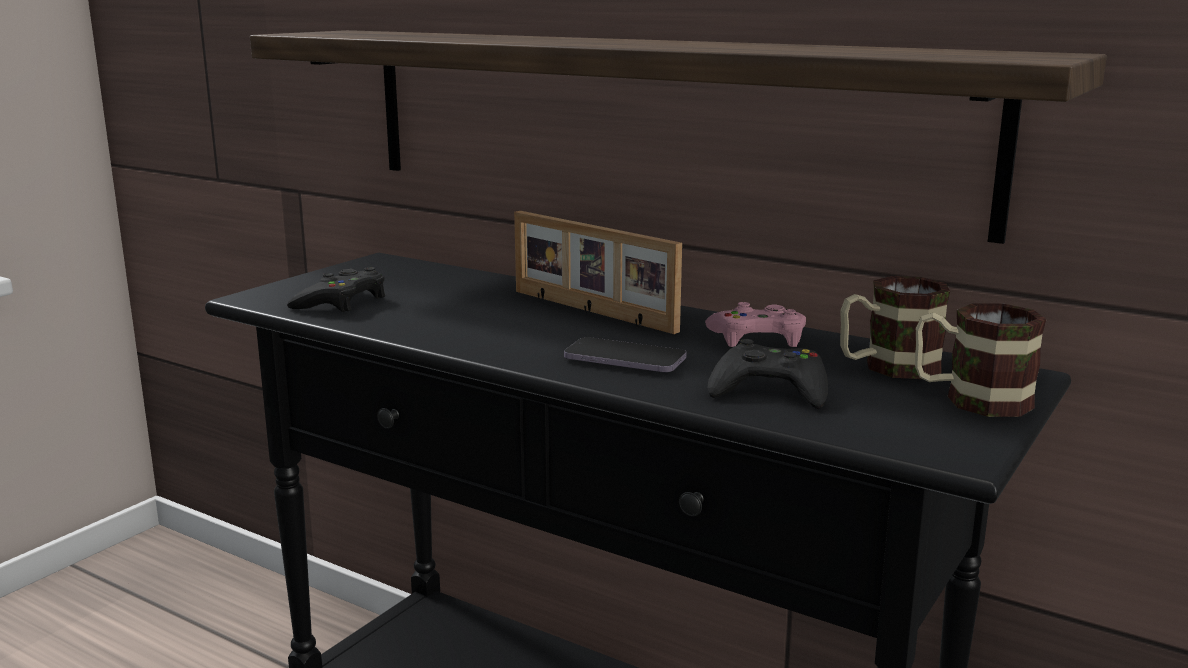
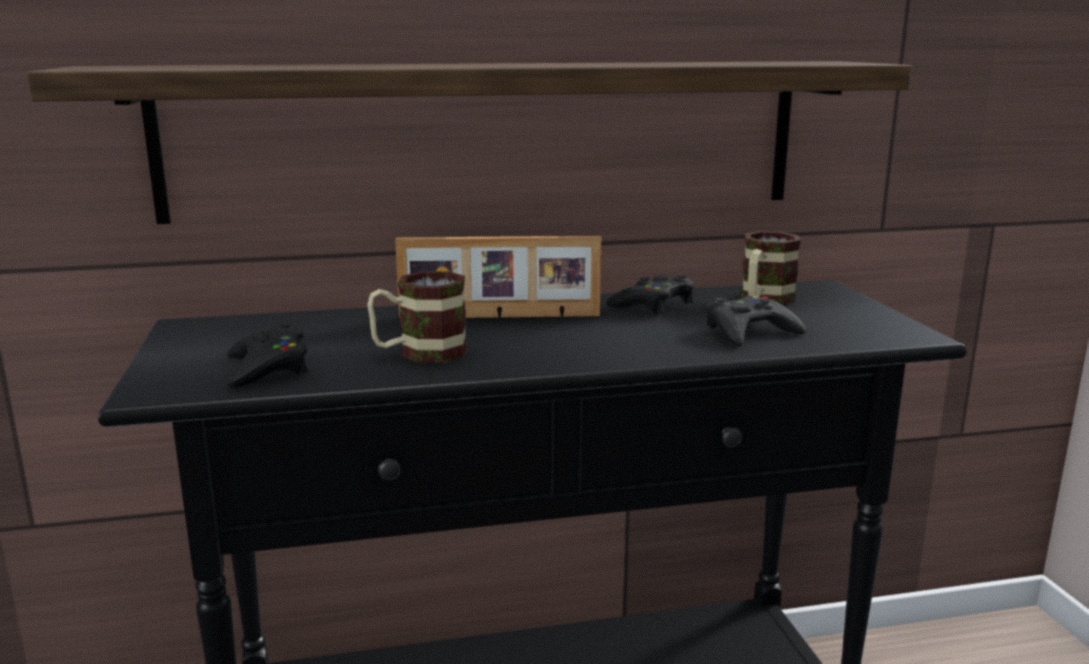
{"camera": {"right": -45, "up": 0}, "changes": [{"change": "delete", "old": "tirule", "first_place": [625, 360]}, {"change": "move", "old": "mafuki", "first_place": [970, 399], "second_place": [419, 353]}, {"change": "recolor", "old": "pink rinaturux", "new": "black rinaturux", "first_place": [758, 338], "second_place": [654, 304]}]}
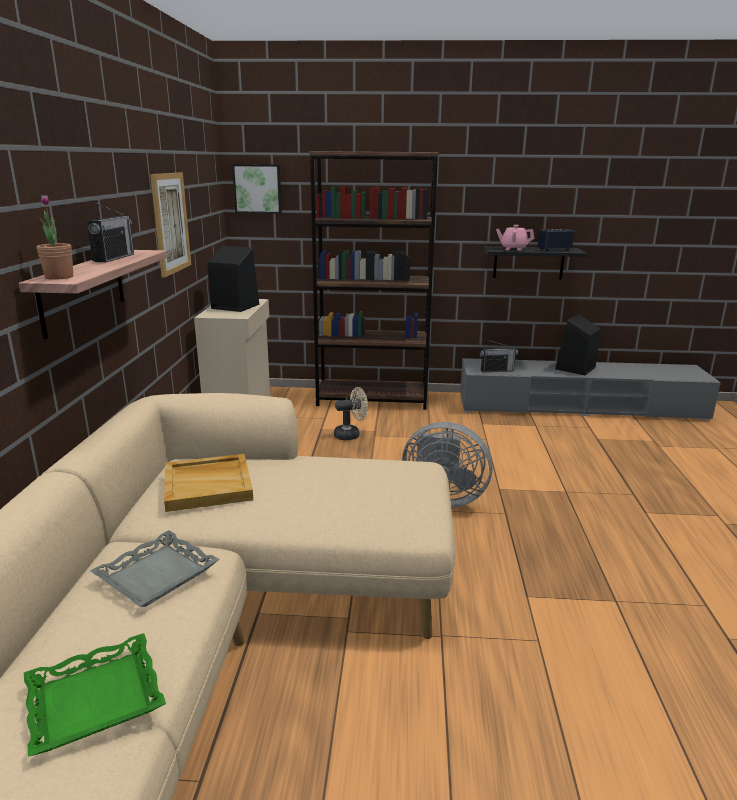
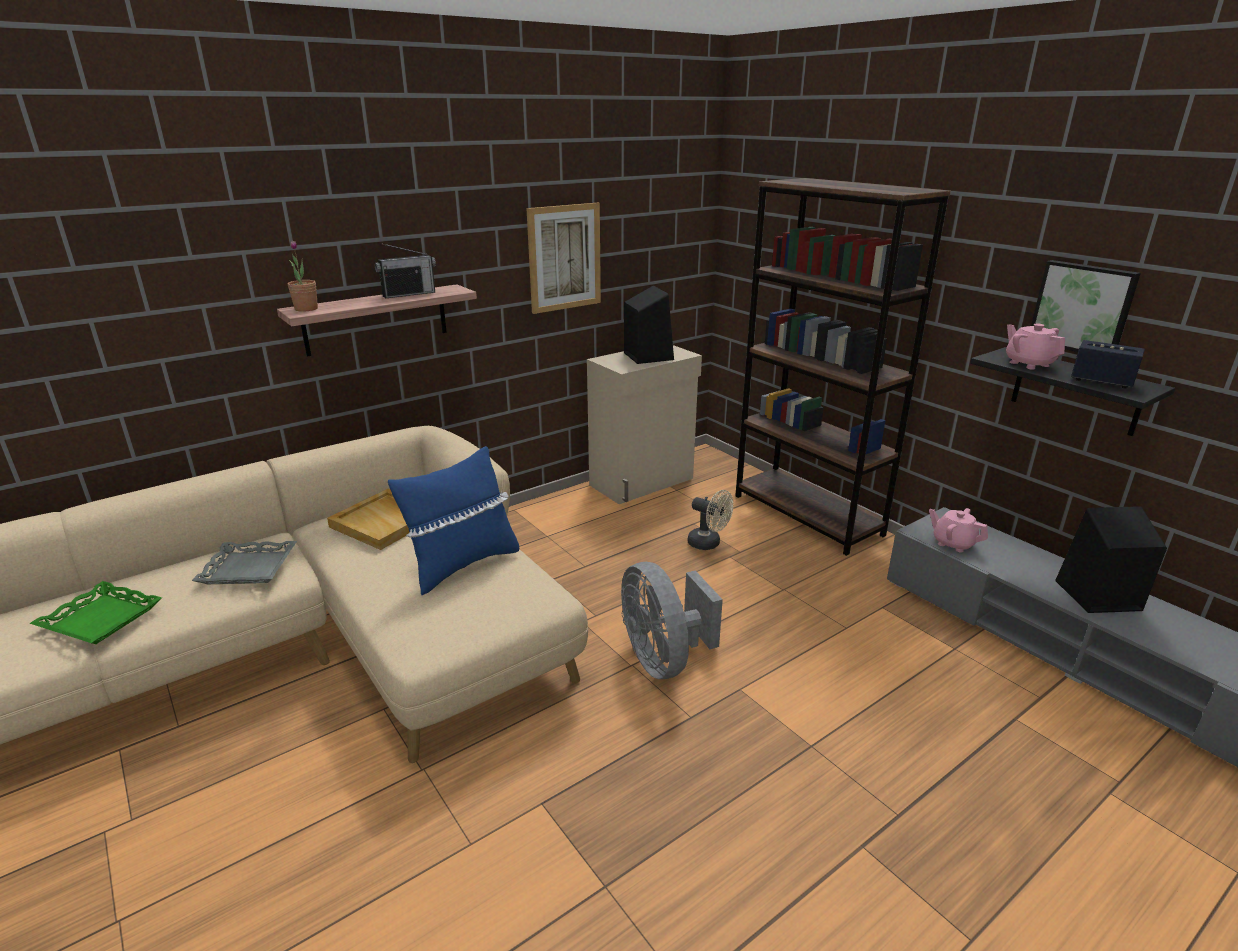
{"camera": {"right": 50, "up": 5}, "changes": [{"change": "insert", "new": "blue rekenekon", "second_place": [462, 565]}, {"change": "move", "old": "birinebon", "first_place": [258, 189], "second_place": [1083, 308]}, {"change": "replace", "old": "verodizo", "new": "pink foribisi", "first_place": [497, 370], "second_place": [953, 543]}]}
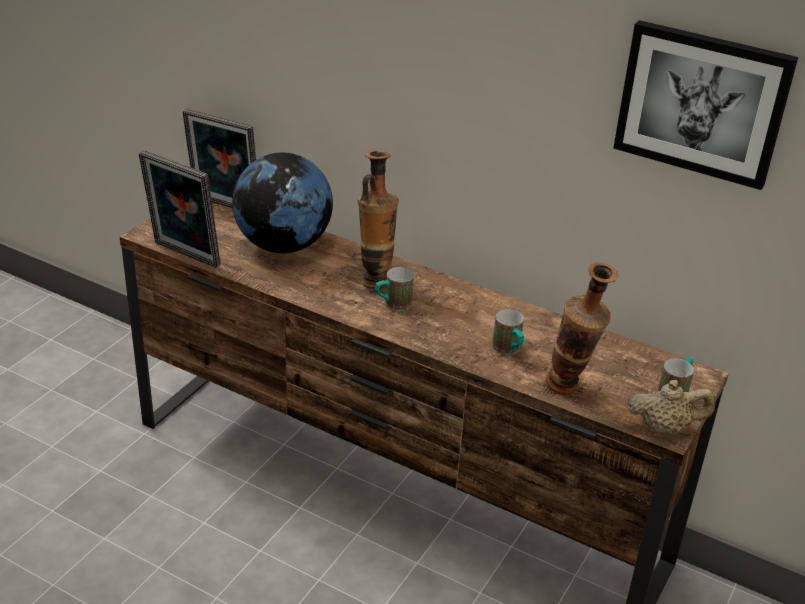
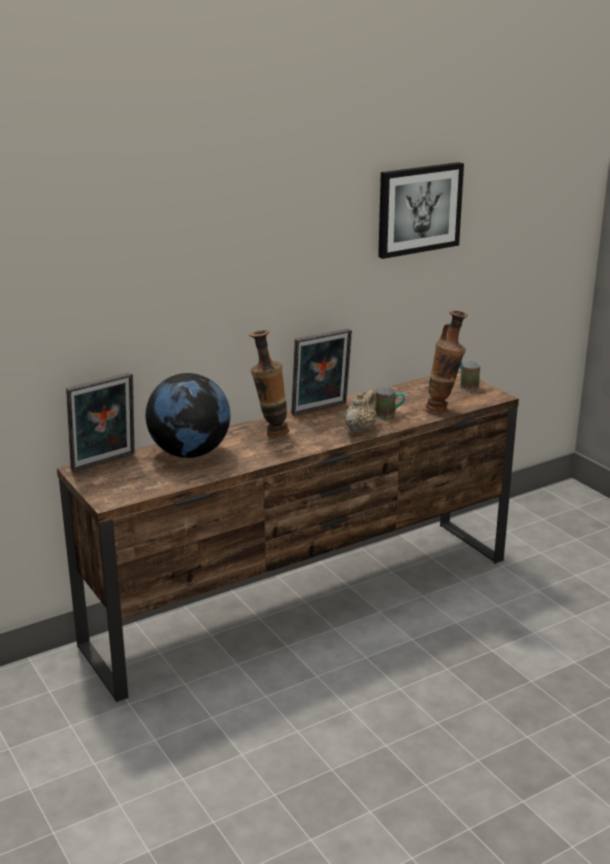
{"camera": {"right": -60, "up": -10}, "changes": [{"change": "delete", "old": "mafuki", "first_place": [392, 304]}, {"change": "move", "old": "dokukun", "first_place": [184, 256], "second_place": [321, 410]}, {"change": "move", "old": "beige foribisi", "first_place": [665, 428], "second_place": [360, 429]}]}
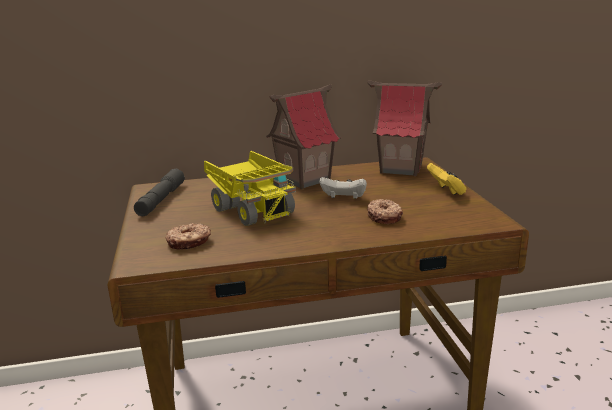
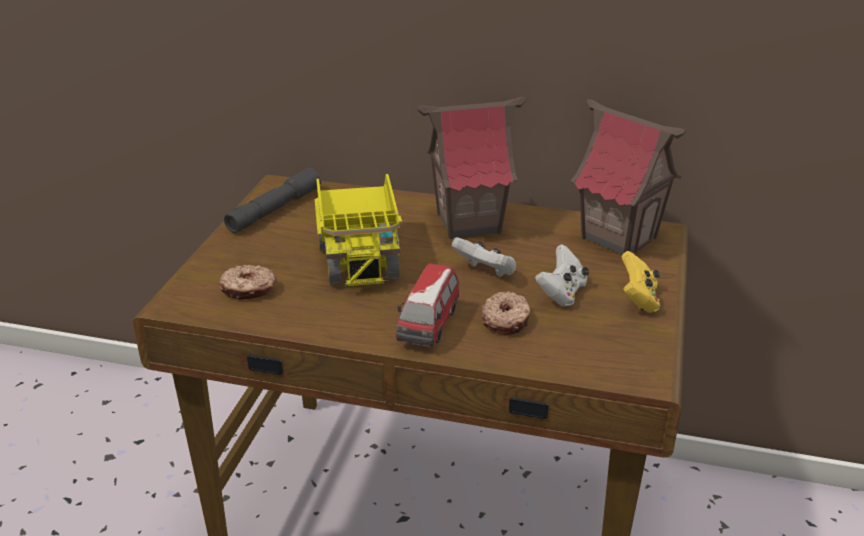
{"camera": {"right": 25, "up": 10}, "changes": [{"change": "insert", "new": "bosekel", "second_place": [429, 326]}, {"change": "insert", "new": "white rinaturux", "second_place": [562, 293]}]}
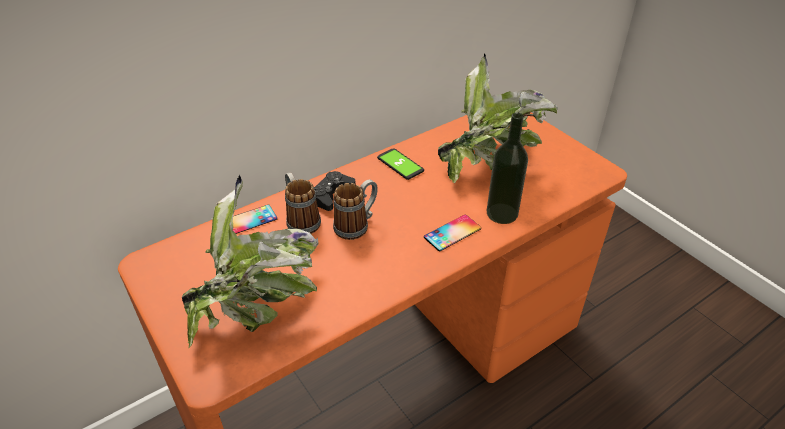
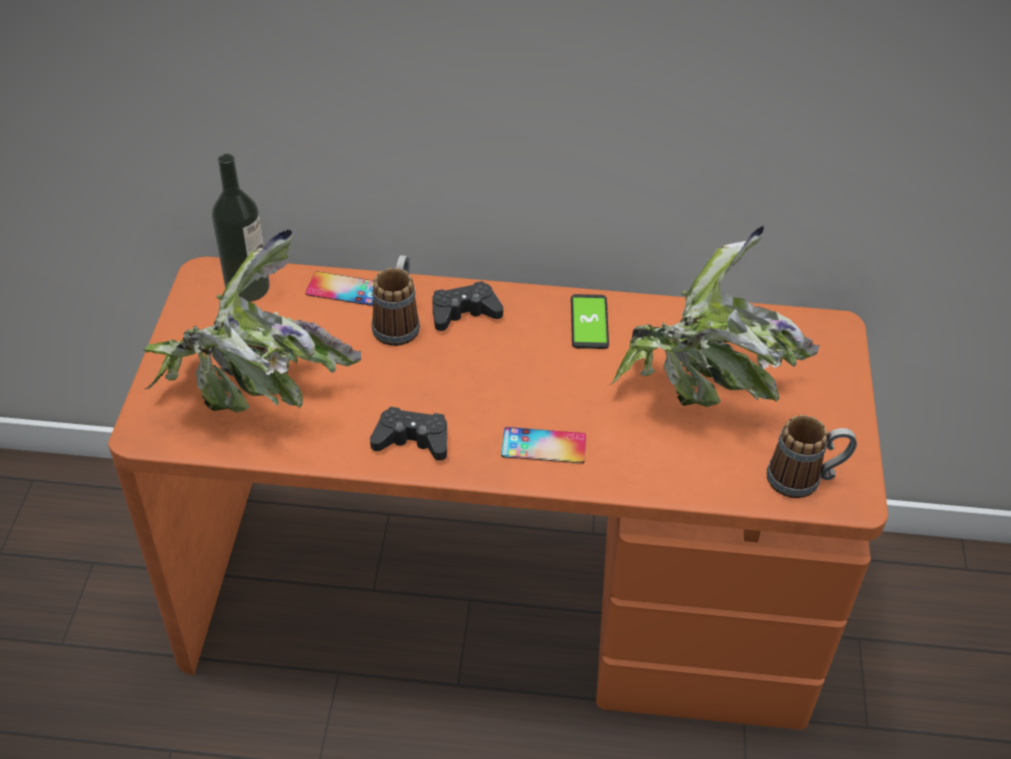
{"camera": {"right": 40, "up": 5}, "changes": [{"change": "insert", "new": "black rinaturux", "second_place": [412, 440]}, {"change": "move", "old": "mafuki", "first_place": [357, 225], "second_place": [804, 479]}, {"change": "move", "old": "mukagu", "first_place": [502, 213], "second_place": [247, 287]}]}
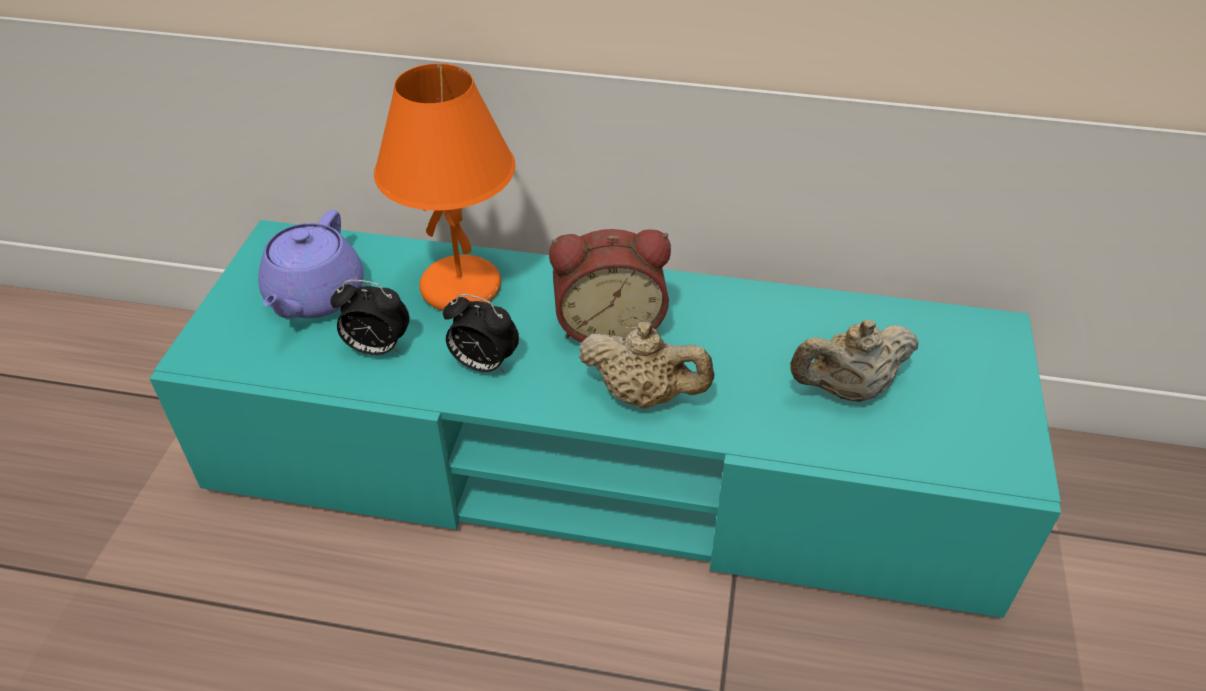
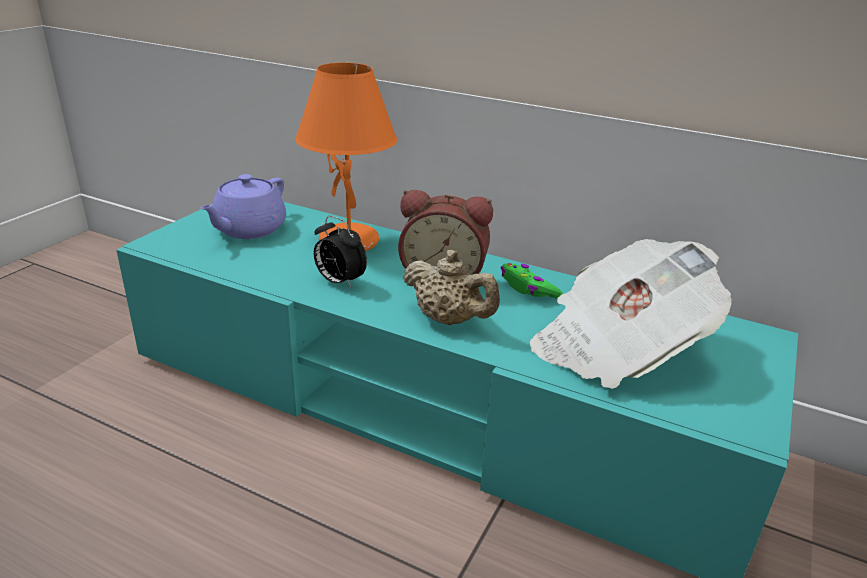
{"camera": {"right": 15, "up": -15}, "changes": [{"change": "delete", "old": "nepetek", "first_place": [376, 349]}, {"change": "insert", "new": "green rinaturux", "second_place": [528, 288]}, {"change": "replace", "old": "beige foribisi", "new": "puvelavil", "first_place": [847, 389], "second_place": [616, 348]}]}
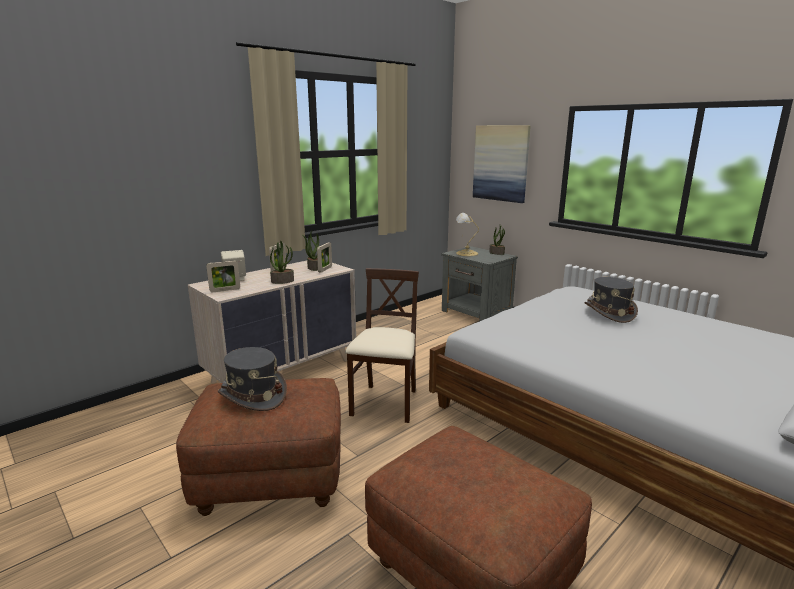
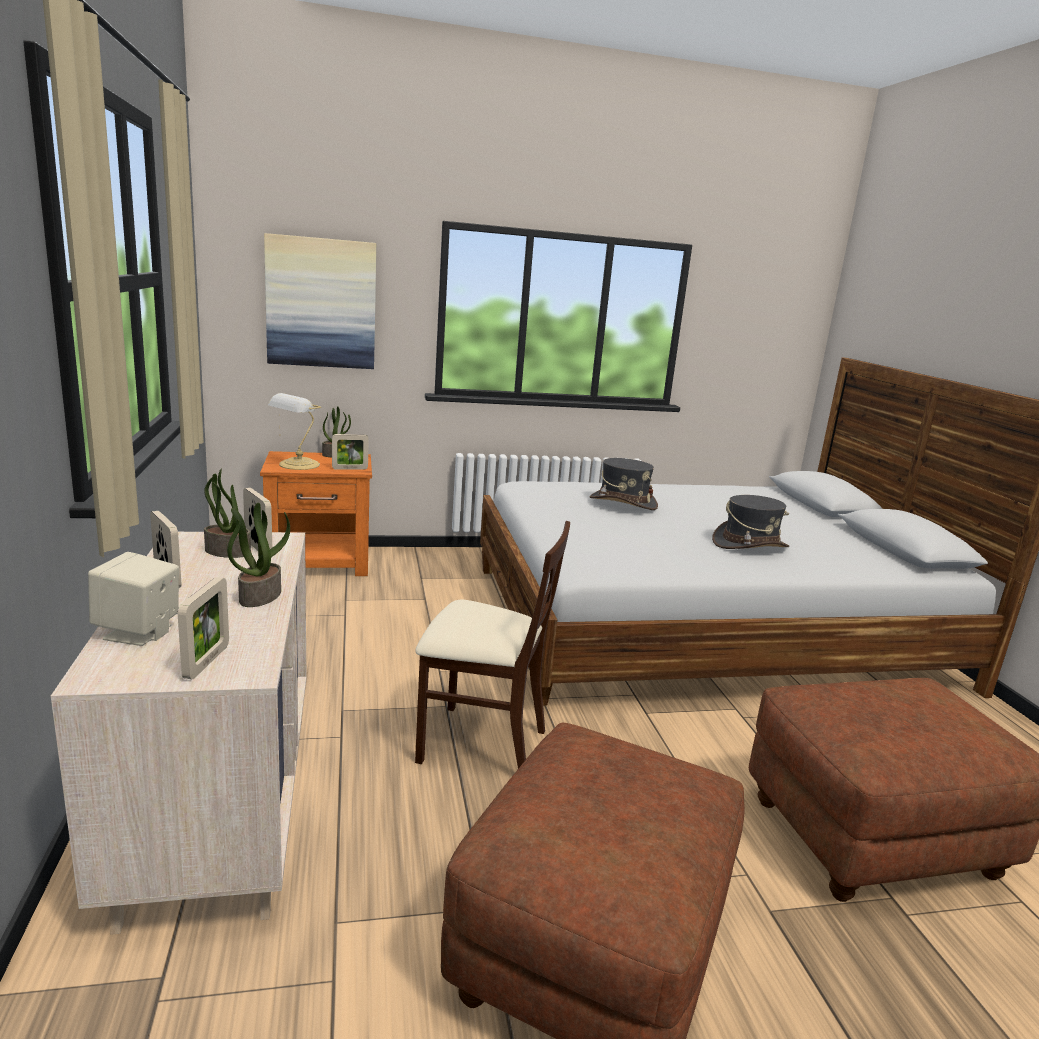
{"camera": {"right": -60, "up": 0}, "changes": [{"change": "insert", "new": "dokukun", "second_place": [350, 469]}, {"change": "move", "old": "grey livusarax", "first_place": [253, 396], "second_place": [749, 545]}, {"change": "recolor", "old": "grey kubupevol", "new": "orange kubupevol", "first_place": [476, 313], "second_place": [320, 562]}, {"change": "rotate", "old": "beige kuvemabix", "first_place": [385, 403], "second_place": [481, 743], "degrees": 150}]}
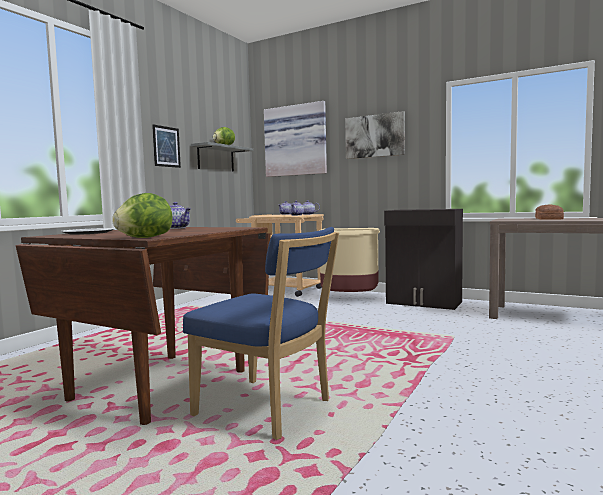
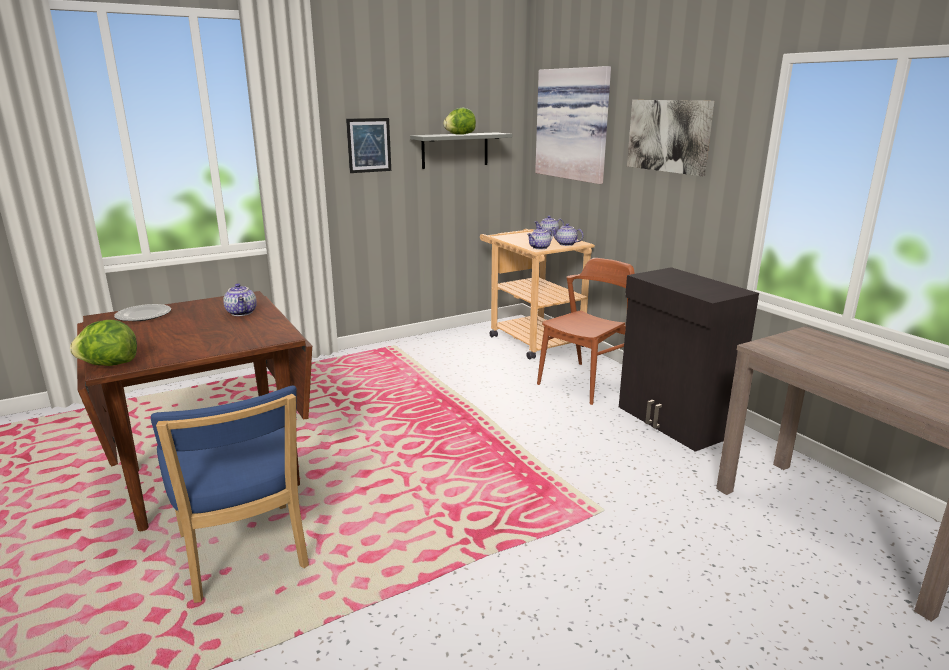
{"camera": {"right": 30, "up": 15}, "changes": [{"change": "delete", "old": "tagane", "first_place": [548, 219]}, {"change": "replace", "old": "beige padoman", "new": "brown kuvemabix", "first_place": [349, 299], "second_place": [585, 382]}]}
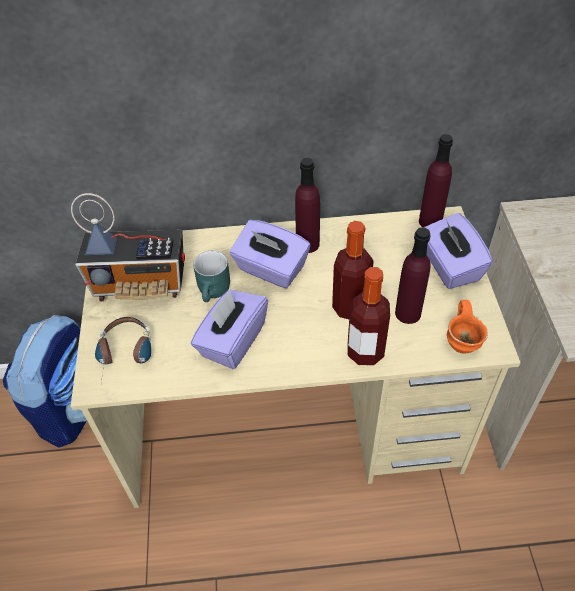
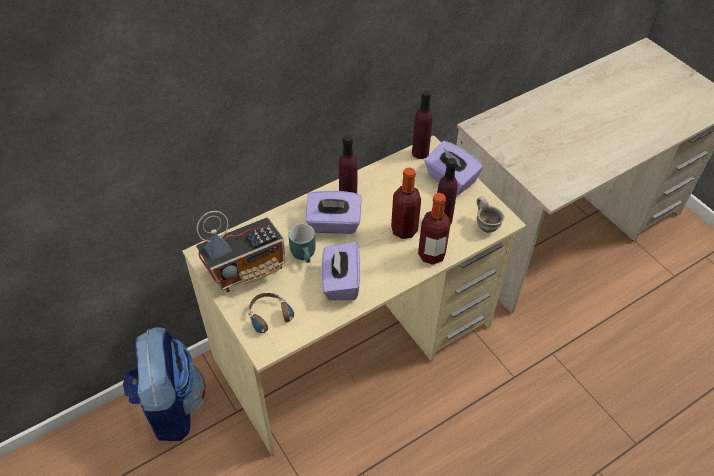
{"camera": {"right": -30, "up": 0}, "changes": [{"change": "recolor", "old": "orange mafuki", "new": "grey mafuki", "first_place": [463, 342], "second_place": [487, 225]}]}
